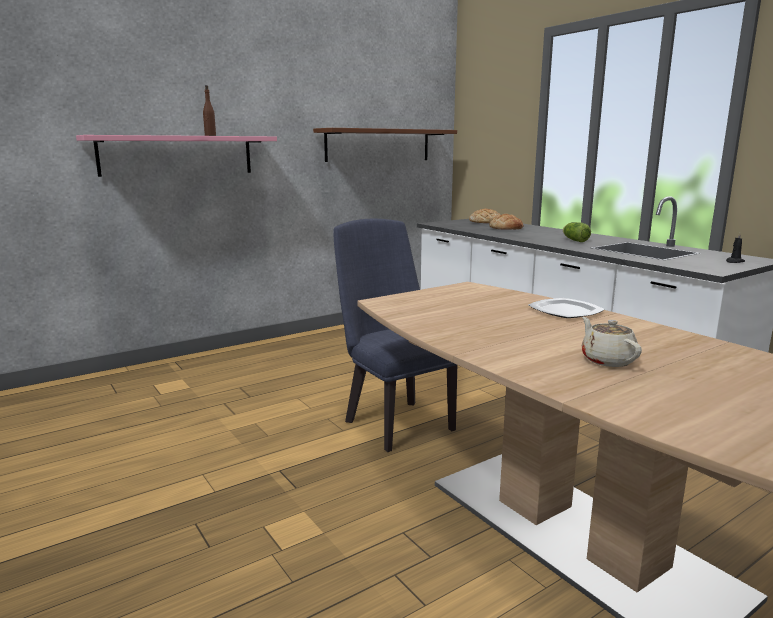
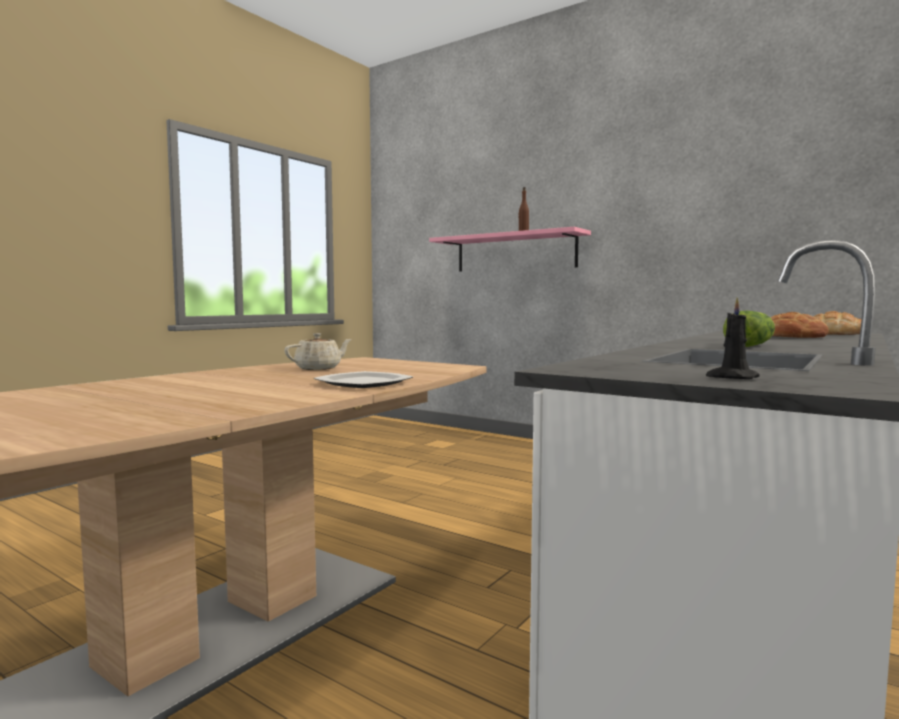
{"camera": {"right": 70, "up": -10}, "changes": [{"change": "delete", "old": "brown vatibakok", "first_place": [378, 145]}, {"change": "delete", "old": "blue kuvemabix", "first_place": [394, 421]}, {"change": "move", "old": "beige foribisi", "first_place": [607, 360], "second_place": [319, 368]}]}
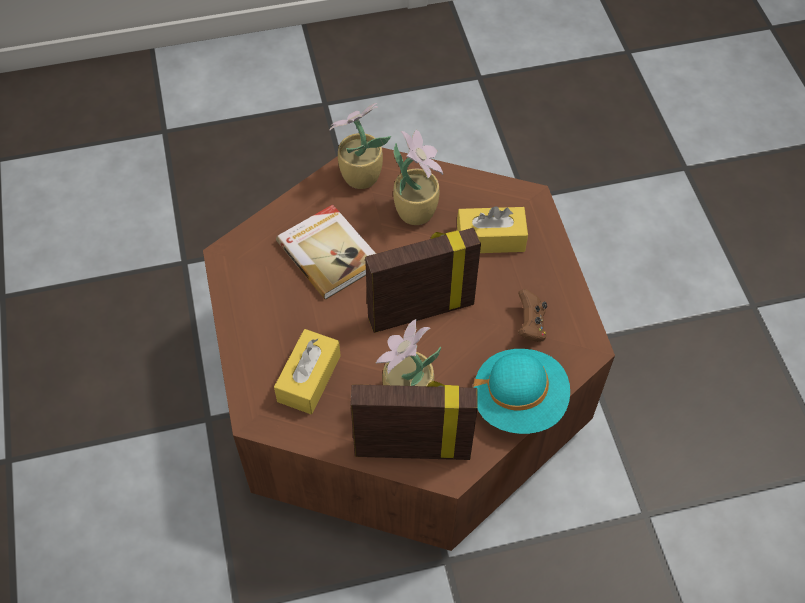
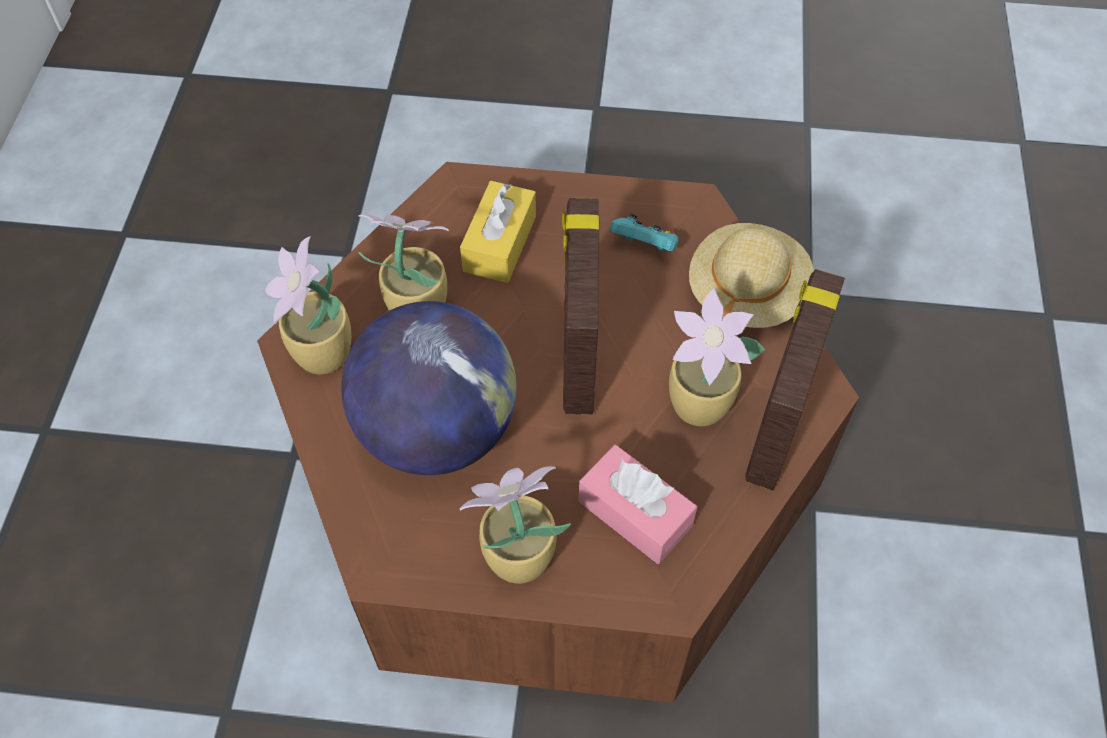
{"camera": {"right": -70, "up": 0}, "changes": [{"change": "insert", "new": "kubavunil", "second_place": [515, 558]}, {"change": "replace", "old": "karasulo", "new": "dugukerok", "first_place": [329, 253], "second_place": [437, 430]}, {"change": "recolor", "old": "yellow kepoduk", "new": "pink kepoduk", "first_place": [309, 378], "second_place": [635, 513]}, {"change": "recolor", "old": "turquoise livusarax", "new": "beige livusarax", "first_place": [519, 401], "second_place": [746, 292]}, {"change": "recolor", "old": "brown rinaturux", "new": "turquoise rinaturux", "first_place": [530, 325], "second_place": [645, 246]}]}
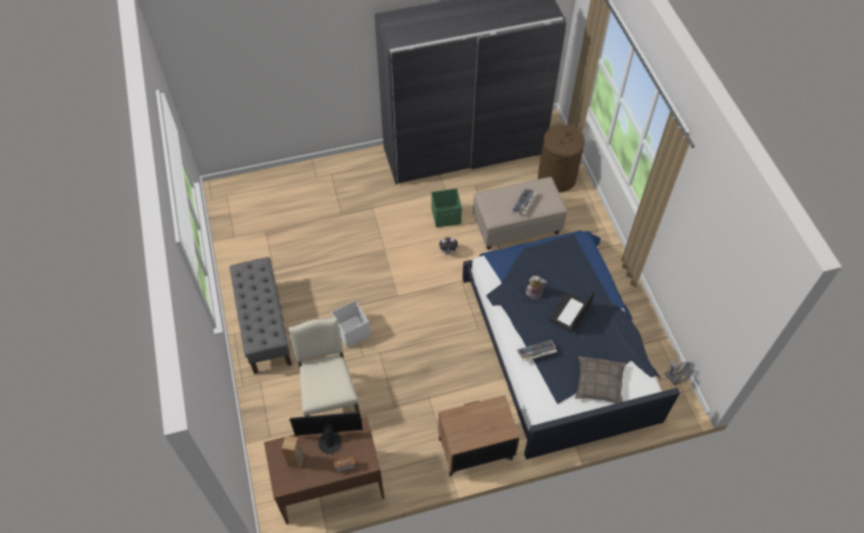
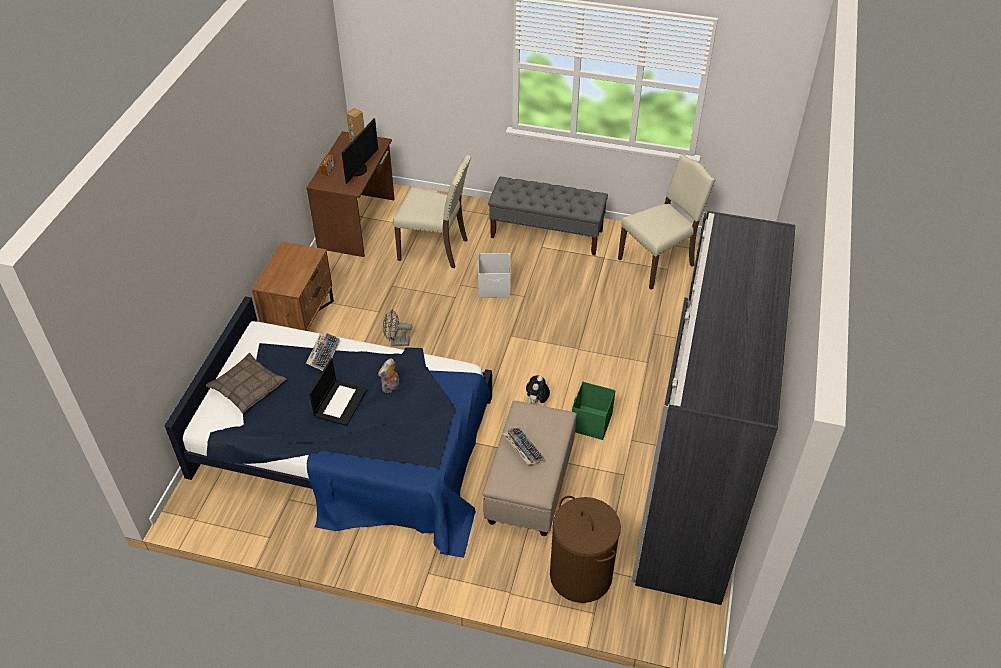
{"camera": {"right": 120, "up": -10}, "changes": [{"change": "insert", "new": "beige kuvemabix", "second_place": [658, 262]}, {"change": "move", "old": "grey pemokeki", "first_place": [675, 379], "second_place": [396, 342]}, {"change": "rotate", "old": "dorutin", "first_place": [569, 313], "second_place": [340, 402], "degrees": 45}]}
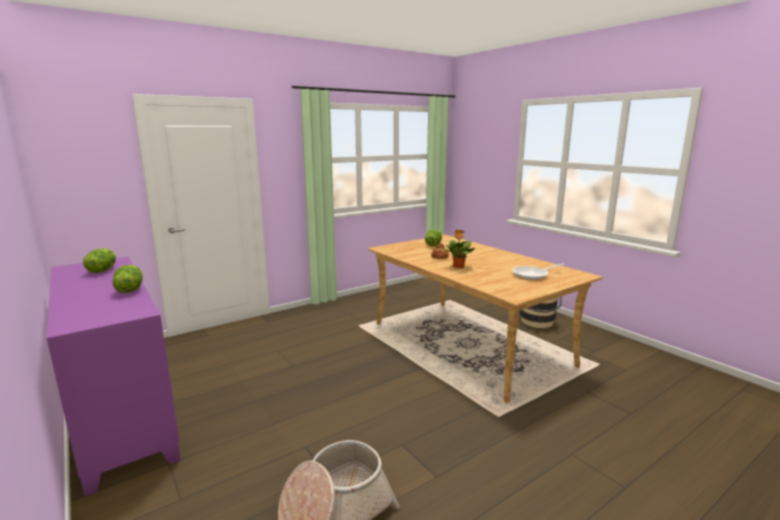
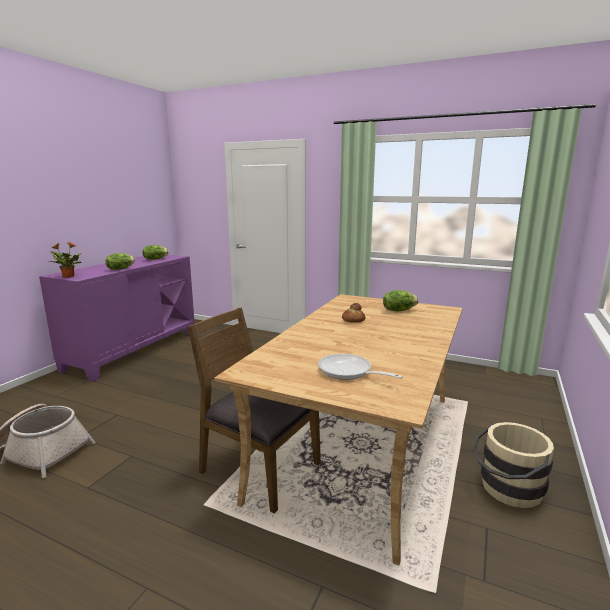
{"camera": {"right": 60, "up": 0}, "changes": [{"change": "insert", "new": "brown kuvemabix", "second_place": [258, 468]}, {"change": "move", "old": "kubavunil", "first_place": [458, 266], "second_place": [68, 276]}]}
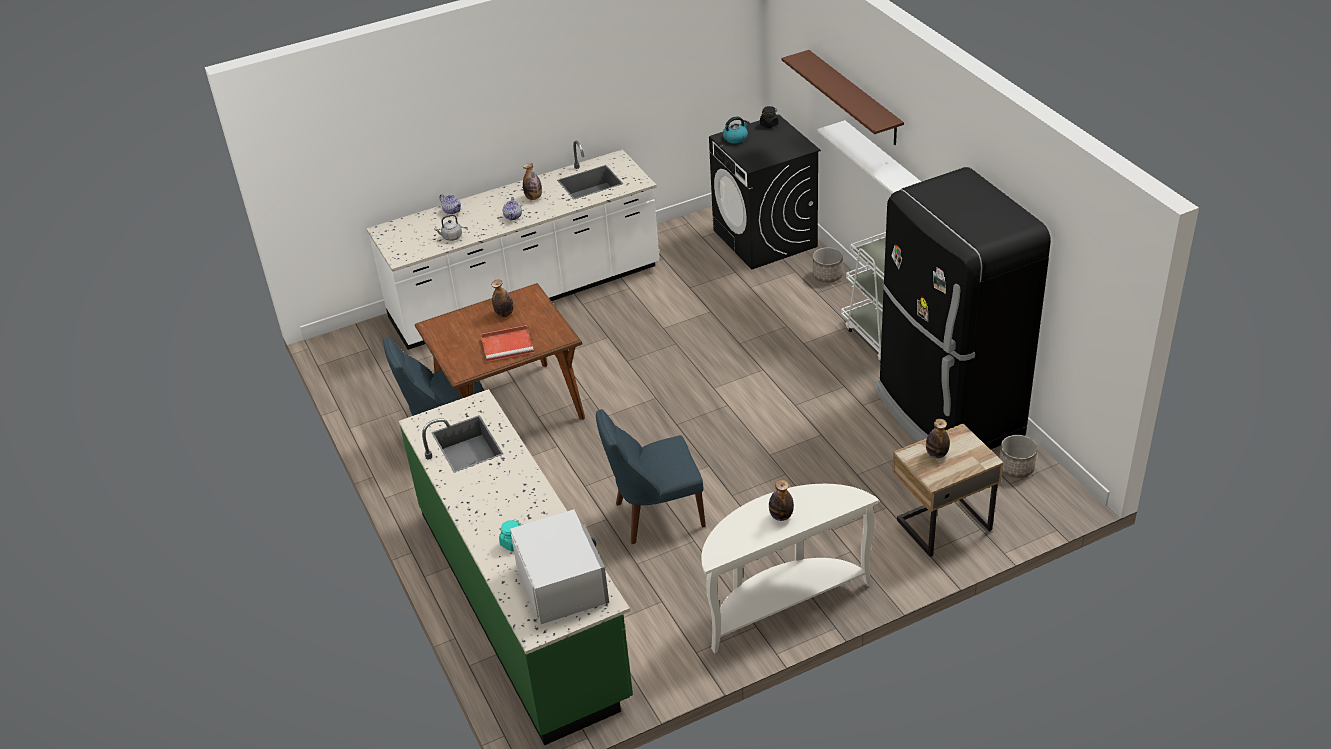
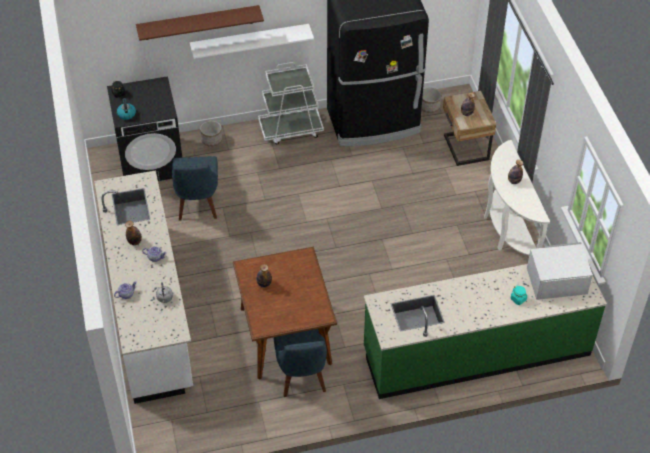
{"camera": {"right": -80, "up": 10}, "changes": [{"change": "delete", "old": "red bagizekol", "first_place": [508, 345]}, {"change": "move", "old": "blue kuvemabix", "first_place": [655, 515], "second_place": [197, 204]}]}
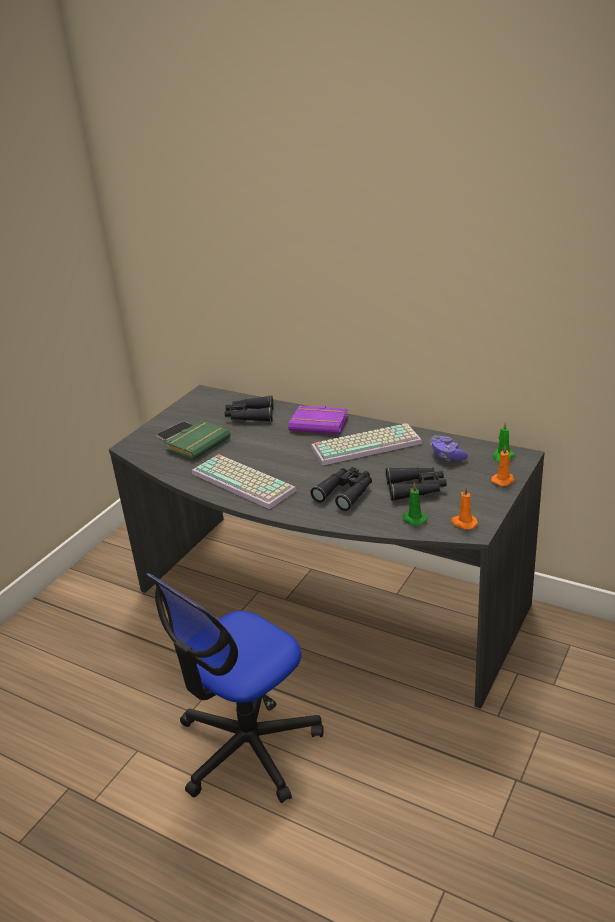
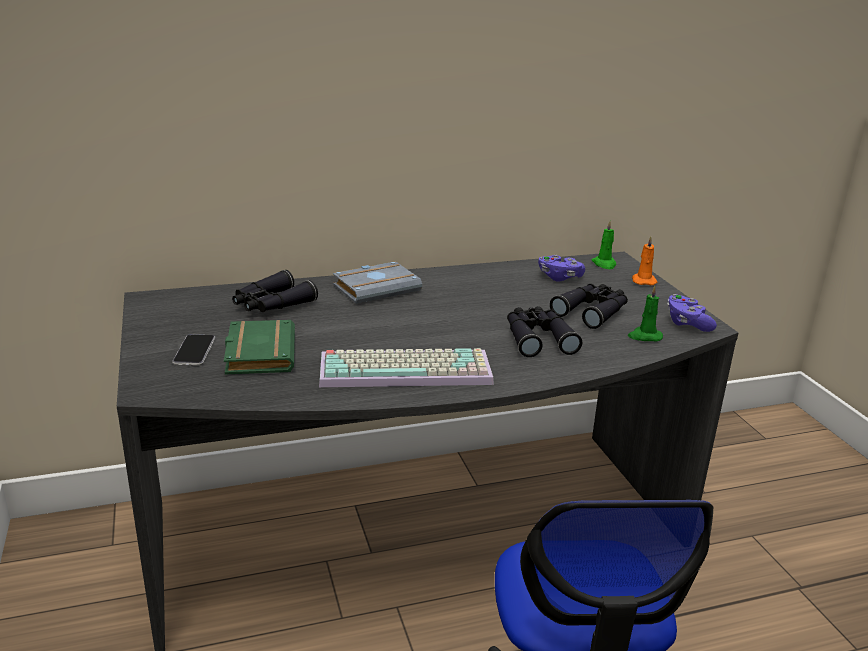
{"camera": {"right": -50, "up": -5}, "changes": [{"change": "delete", "old": "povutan", "first_place": [367, 444]}, {"change": "replace", "old": "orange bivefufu", "new": "purple rinaturux", "first_place": [463, 523], "second_place": [687, 323]}, {"change": "recolor", "old": "purple karasulo", "new": "grey karasulo", "first_place": [320, 424], "second_place": [377, 287]}]}
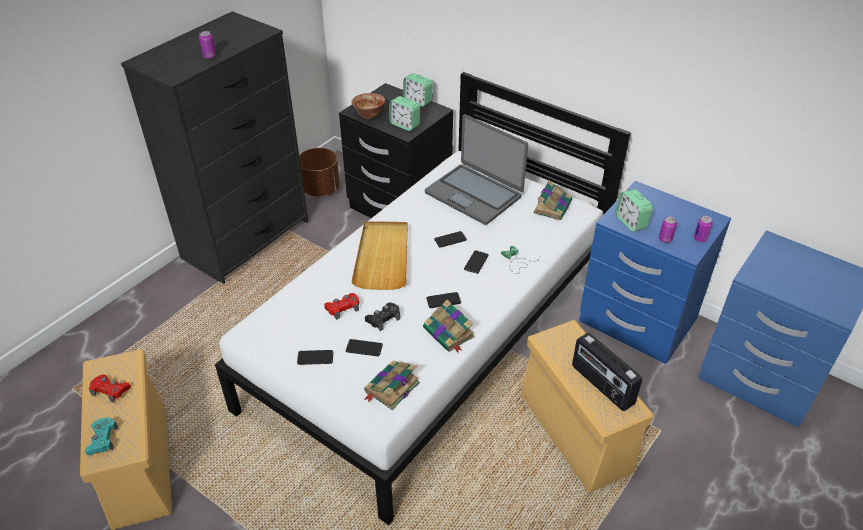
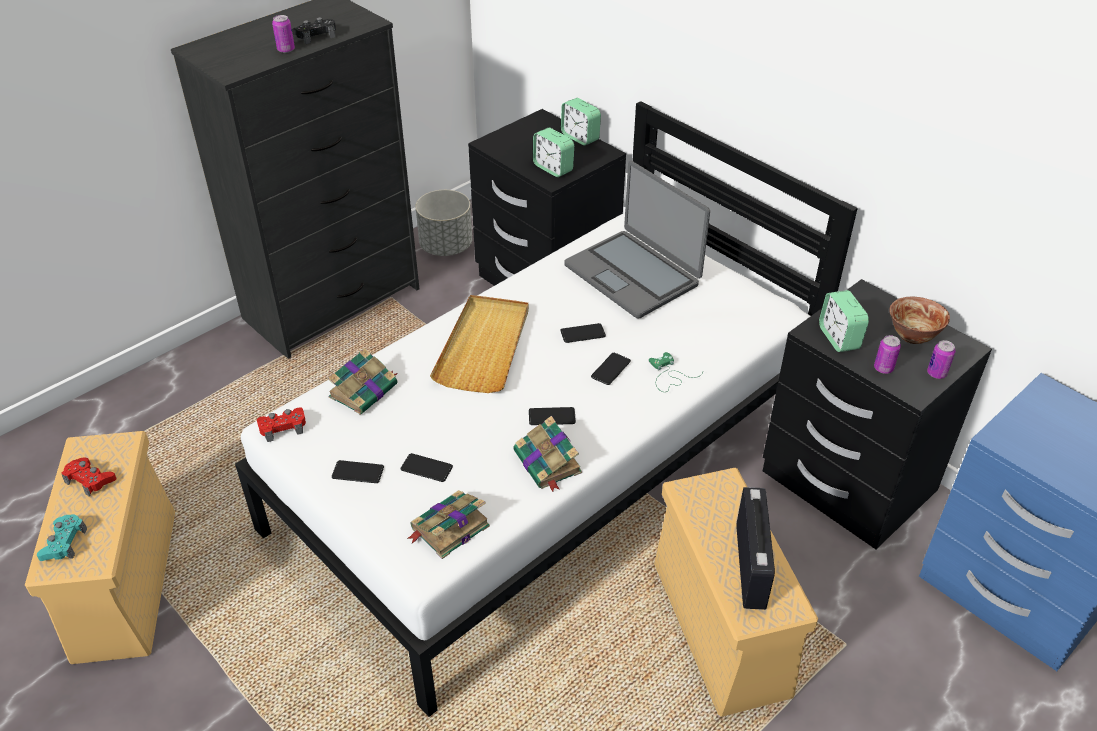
{"camera": {"right": 10, "up": 0}, "changes": [{"change": "move", "old": "red rinaturux", "first_place": [343, 308], "second_place": [283, 427]}, {"change": "move", "old": "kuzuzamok", "first_place": [369, 115], "second_place": [912, 335]}, {"change": "move", "old": "black rinaturux", "first_place": [383, 319], "second_place": [316, 35]}, {"change": "move", "old": "karasulo", "first_place": [552, 206], "second_place": [364, 390]}, {"change": "recolor", "old": "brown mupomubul", "new": "grey mupomubul", "first_place": [321, 189], "second_place": [446, 246]}, {"change": "recolor", "old": "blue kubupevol", "new": "black kubupevol", "first_place": [636, 321], "second_place": [846, 483]}, {"change": "rotate", "old": "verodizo", "first_place": [601, 385], "second_place": [751, 566], "degrees": -150}]}
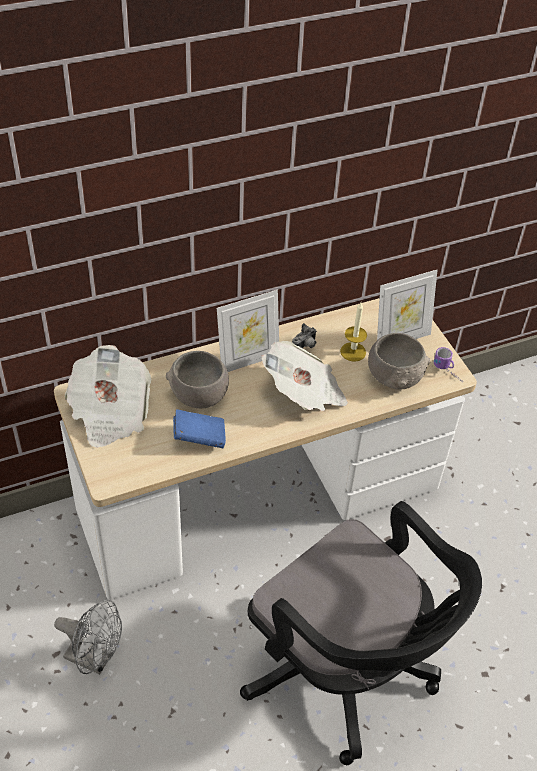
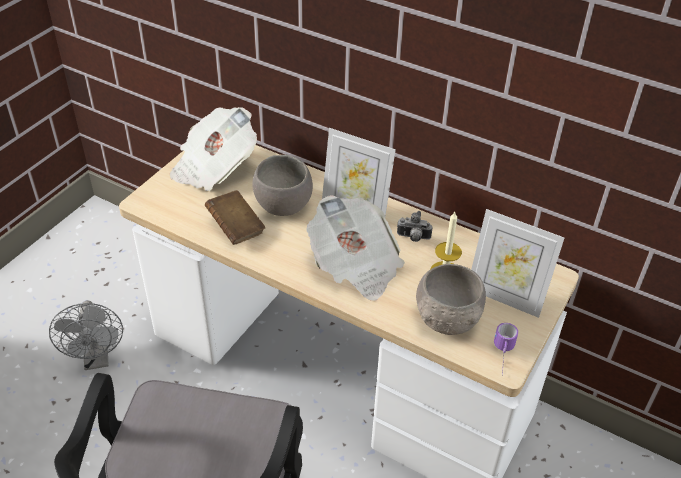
{"camera": {"right": 55, "up": -5}, "changes": [{"change": "recolor", "old": "blue karasulo", "new": "brown karasulo", "first_place": [199, 438], "second_place": [236, 228]}]}
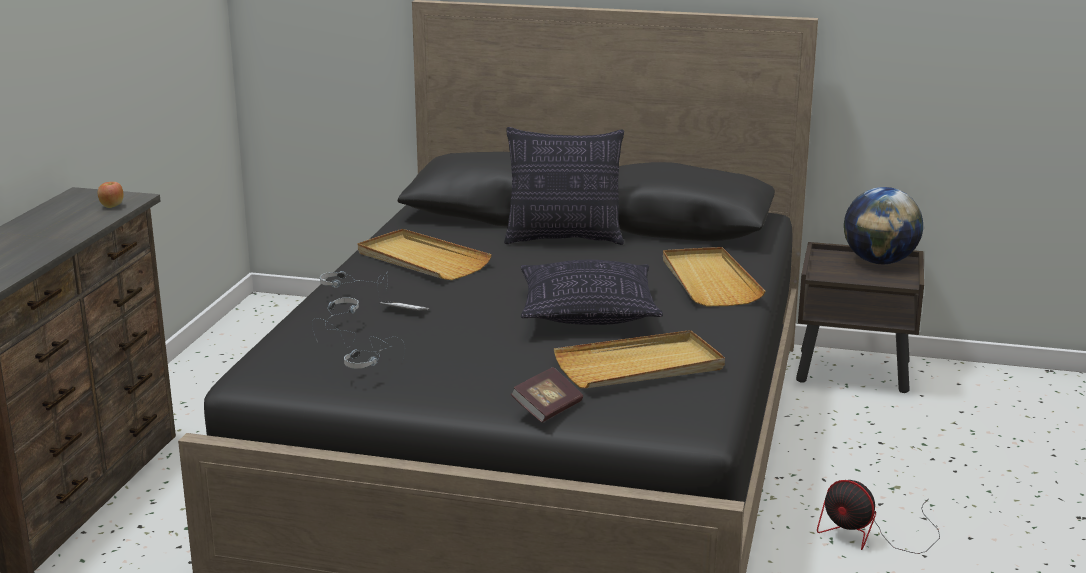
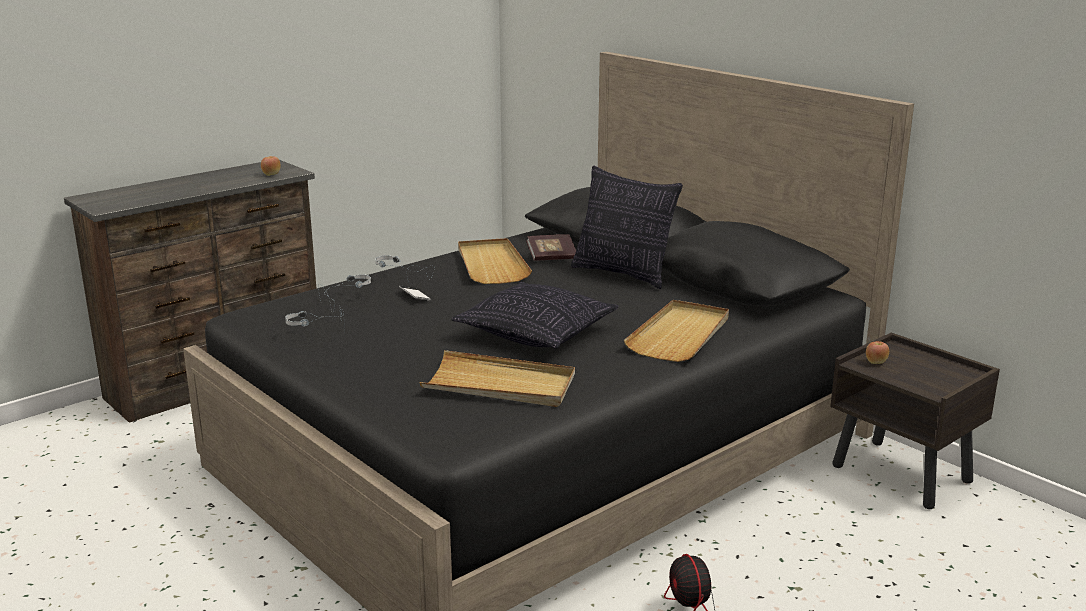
{"camera": {"right": 35, "up": 0}, "changes": [{"change": "delete", "old": "dugukerok", "first_place": [879, 261]}, {"change": "insert", "new": "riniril", "second_place": [876, 362]}, {"change": "move", "old": "karasulo", "first_place": [547, 409], "second_place": [551, 257]}]}
